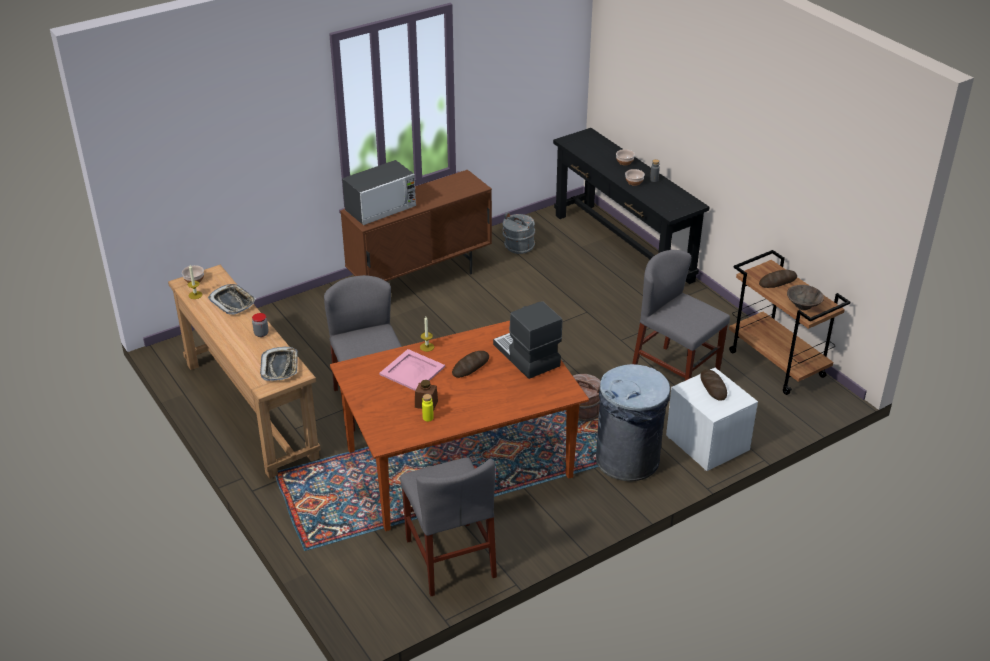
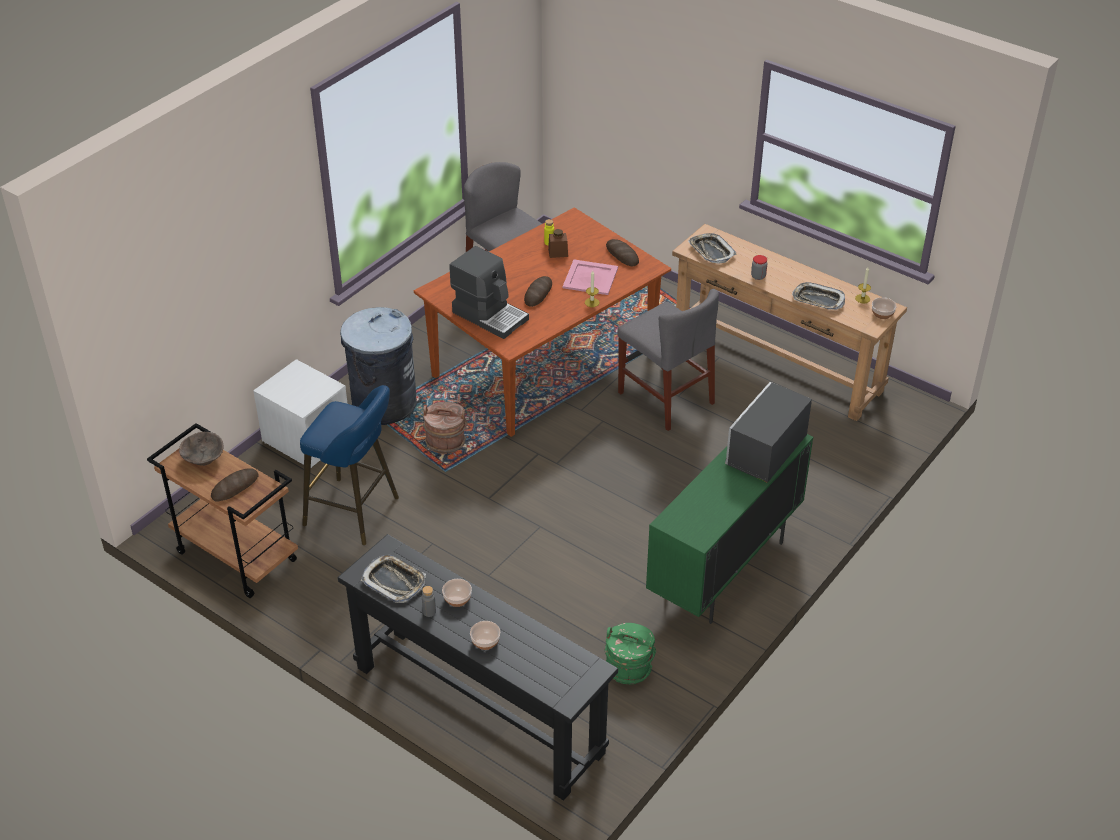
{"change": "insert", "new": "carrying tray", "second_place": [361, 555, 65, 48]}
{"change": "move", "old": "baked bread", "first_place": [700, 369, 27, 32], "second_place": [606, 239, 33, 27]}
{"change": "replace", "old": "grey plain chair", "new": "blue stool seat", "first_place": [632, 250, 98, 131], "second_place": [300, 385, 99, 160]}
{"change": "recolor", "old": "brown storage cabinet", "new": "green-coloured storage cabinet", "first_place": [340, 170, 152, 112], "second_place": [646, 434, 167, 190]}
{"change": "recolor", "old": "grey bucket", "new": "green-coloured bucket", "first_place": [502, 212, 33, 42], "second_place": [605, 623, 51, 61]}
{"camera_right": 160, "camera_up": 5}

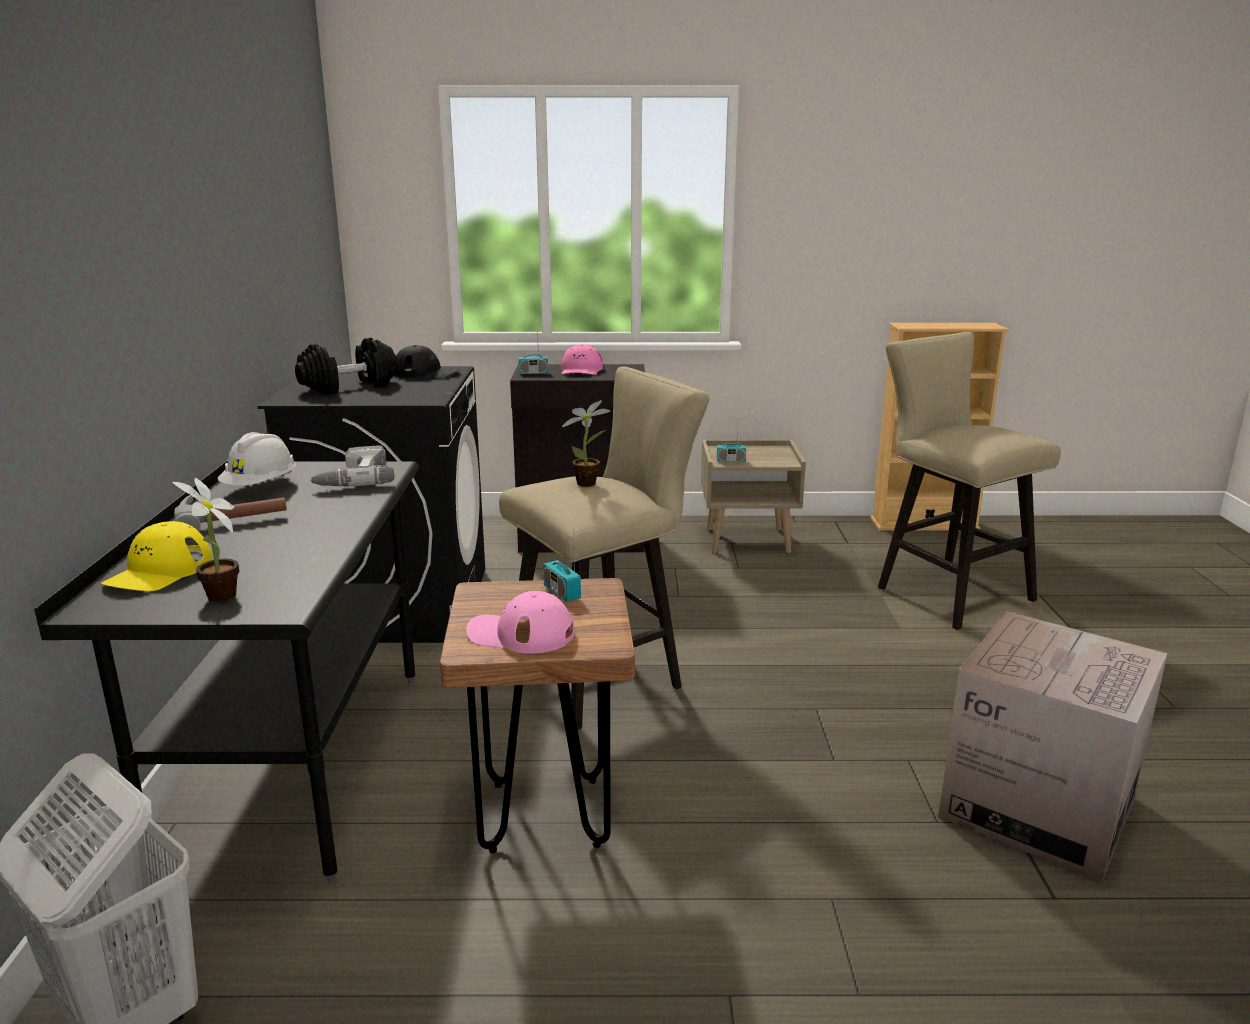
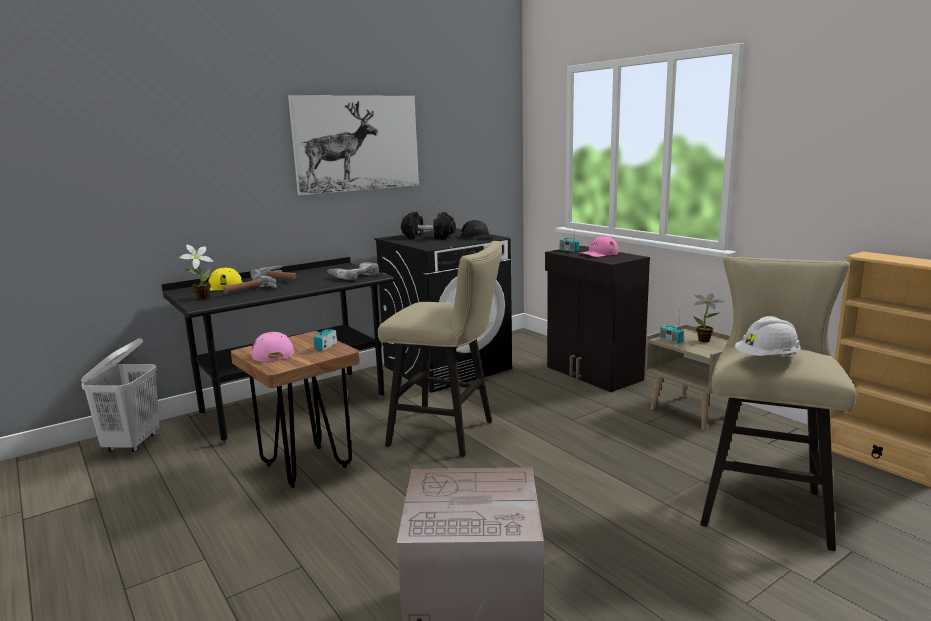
{"change": "insert", "new": "hammer", "second_place": [223, 274, 54, 19]}
{"change": "insert", "new": "picture", "second_place": [288, 95, 131, 100]}
{"change": "move", "old": "white work helmet", "first_place": [218, 432, 78, 54], "second_place": [734, 316, 67, 40]}
{"change": "move", "old": "plant in a pot", "first_place": [562, 400, 48, 87], "second_place": [693, 294, 31, 48]}
{"camera_right": 55, "camera_up": -5}

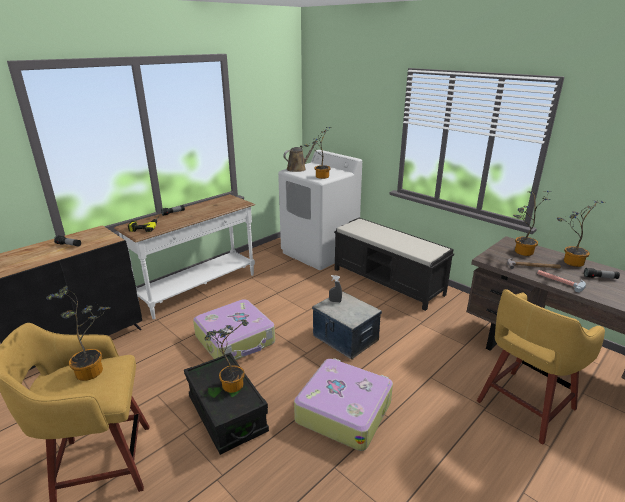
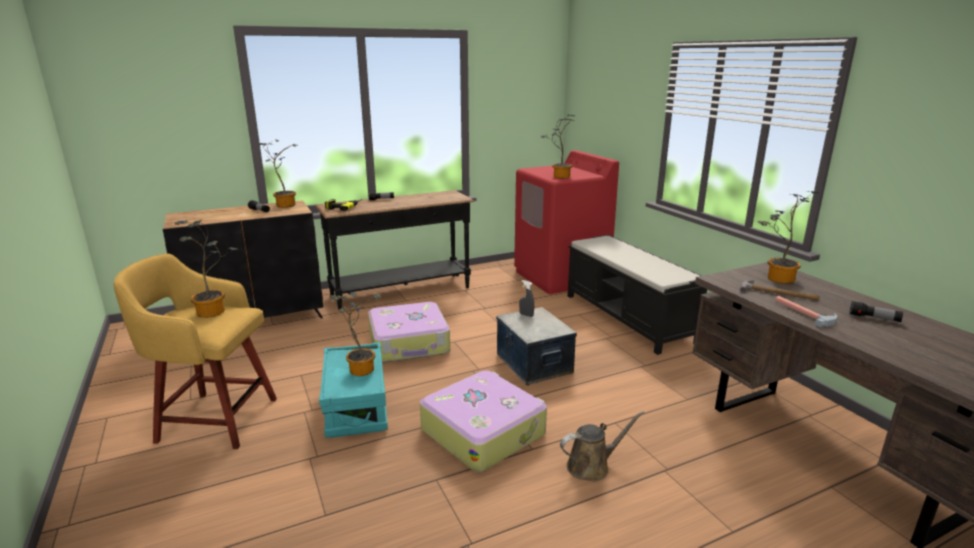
{"change": "delete", "old": "yellow stool seat", "first_place": [477, 289, 128, 156]}
{"change": "move", "old": "brown watering can", "first_place": [283, 141, 35, 31], "second_place": [560, 411, 84, 70]}
{"change": "move", "old": "plant in a pot", "first_place": [557, 201, 48, 66], "second_place": [259, 140, 38, 68]}
{"change": "recolor", "old": "white hall table", "new": "black-coloured hall table", "first_place": [114, 194, 141, 125], "second_place": [316, 190, 159, 120]}
{"change": "recolor", "old": "black-coloured storage container", "new": "turquoise-coloured storage container", "first_place": [184, 352, 85, 103], "second_place": [319, 342, 69, 96]}
{"change": "recolor", "old": "white washing machine", "new": "red washing machine", "first_place": [278, 150, 84, 120], "second_place": [514, 150, 105, 144]}
{"camera_right": 20, "camera_up": -5}

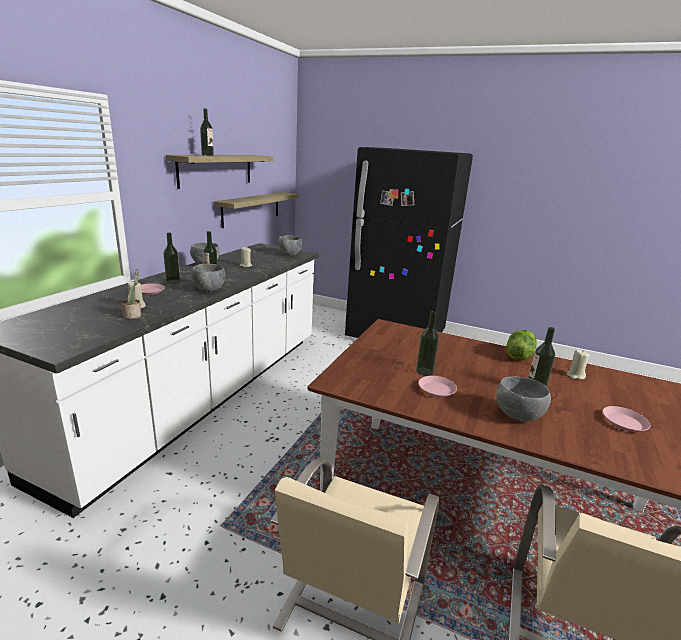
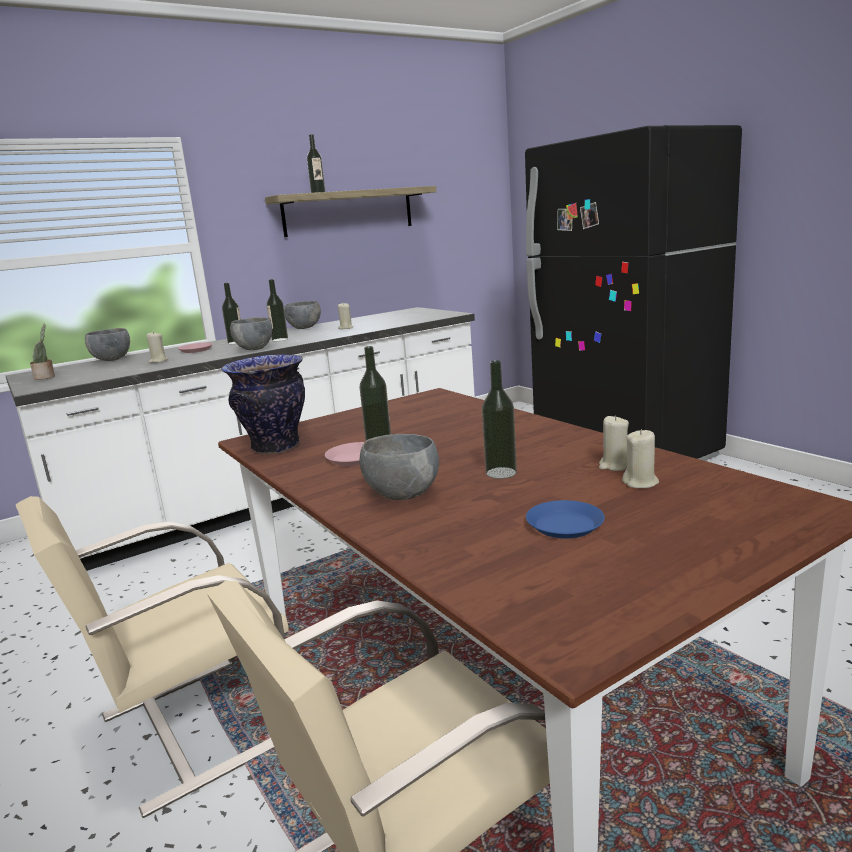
{"change": "delete", "old": "bracket shelf", "first_place": [214, 192, 85, 36]}
{"change": "delete", "old": "lettuce", "first_place": [506, 330, 31, 30]}
{"change": "insert", "new": "decorative vase", "second_place": [221, 354, 84, 100]}
{"change": "insert", "new": "beige-coloured wax candle", "second_place": [622, 429, 37, 59]}
{"change": "move", "old": "plant in a pot", "first_place": [121, 269, 20, 50], "second_place": [30, 324, 25, 56]}
{"change": "move", "old": "grey serving bowl", "first_place": [278, 235, 24, 21], "second_place": [85, 328, 45, 33]}
{"change": "recolor", "old": "pinkish plate", "new": "blue plate", "first_place": [603, 406, 48, 26], "second_place": [526, 500, 79, 39]}
{"camera_right": 35, "camera_up": -5}

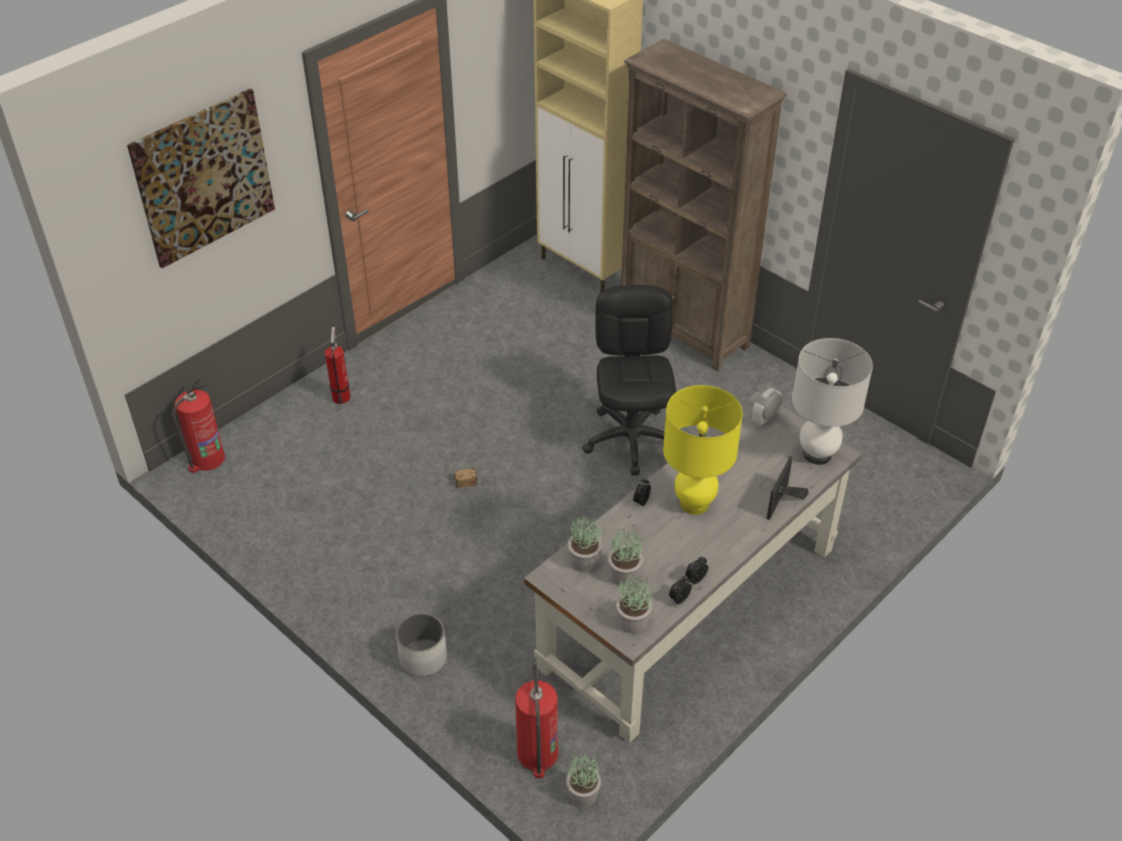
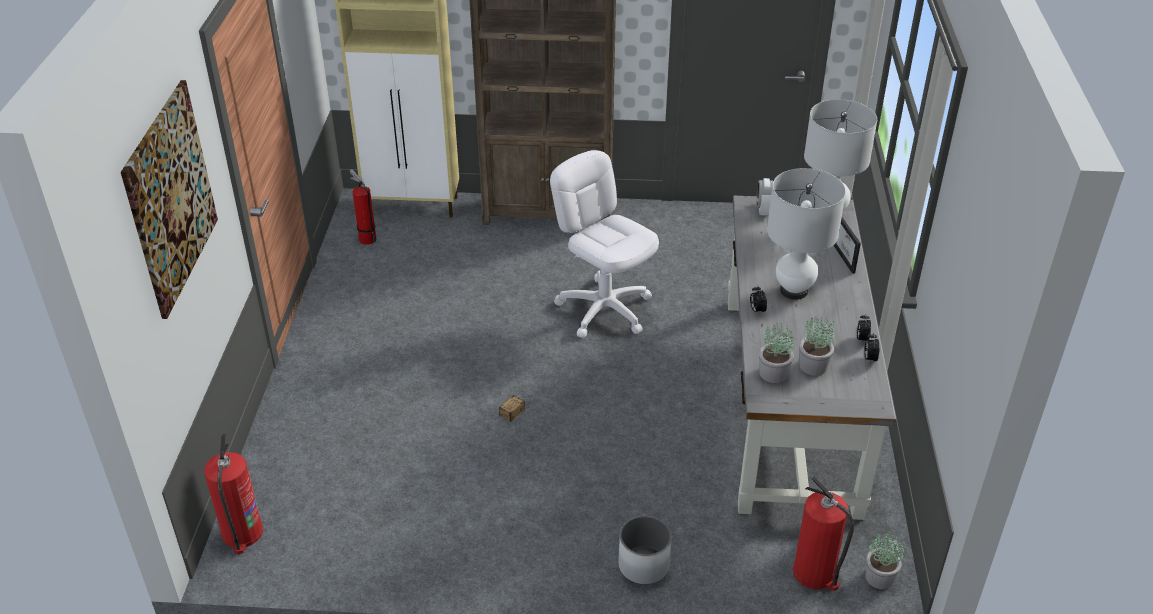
{"change": "delete", "old": "plant in a pot", "first_place": [616, 572, 36, 62]}
{"change": "move", "old": "fire-fighting cylinder", "first_place": [325, 327, 25, 77], "second_place": [350, 169, 26, 76]}
{"change": "recolor", "old": "black-coloured computer chair", "new": "white computer chair", "first_place": [582, 285, 94, 190], "second_place": [550, 150, 109, 188]}
{"change": "recolor", "old": "yellow table lamp", "new": "white table lamp", "first_place": [663, 385, 80, 130], "second_place": [767, 168, 79, 132]}
{"camera_right": -40, "camera_up": -5}

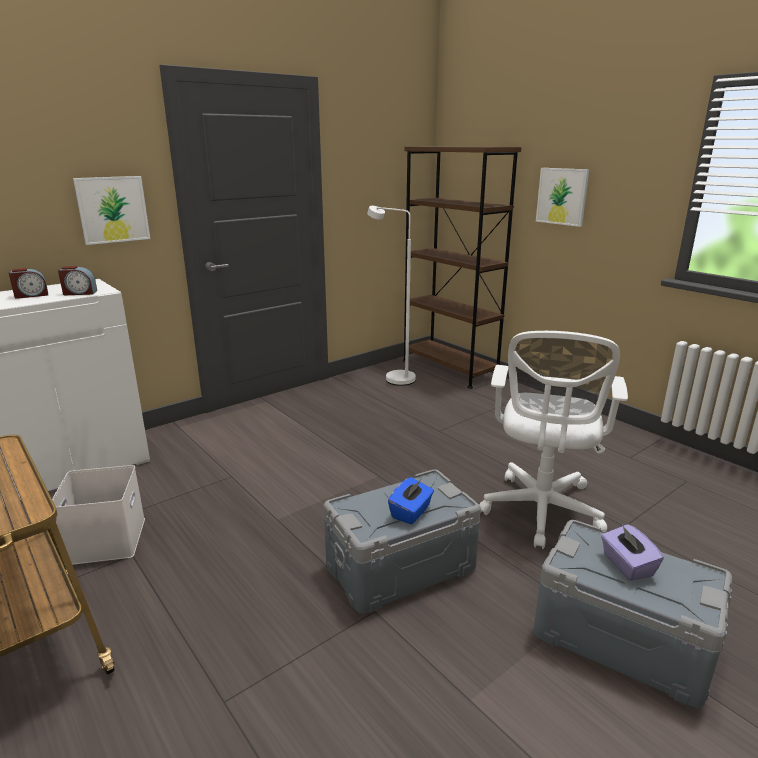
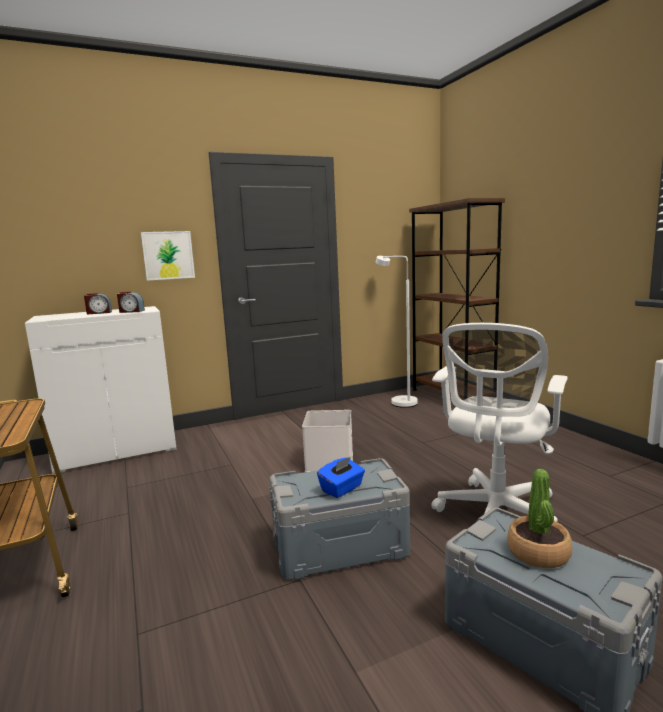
{"change": "delete", "old": "picture", "first_place": [536, 168, 53, 59]}
{"change": "move", "old": "white storage container", "first_place": [52, 465, 93, 100], "second_place": [302, 410, 51, 62]}
{"change": "replace", "old": "purple-coloured box of tissues", "new": "plant in a pot", "first_place": [601, 524, 63, 57], "second_place": [507, 469, 65, 99]}
{"camera_right": 15, "camera_up": -10}

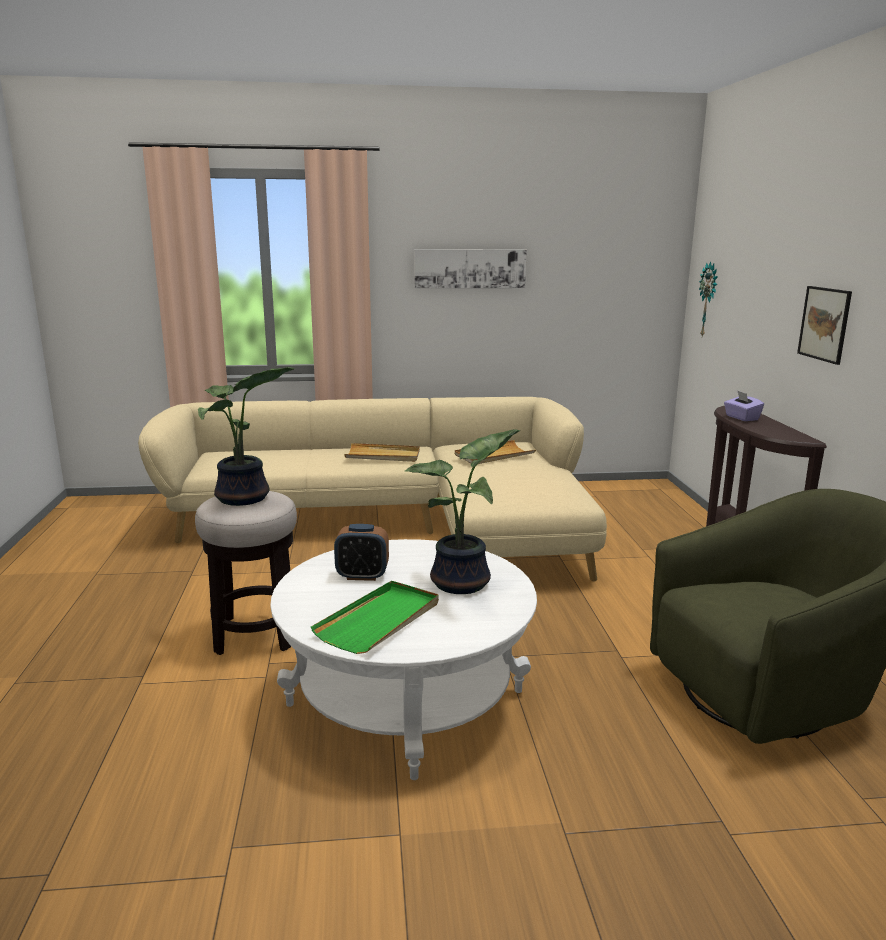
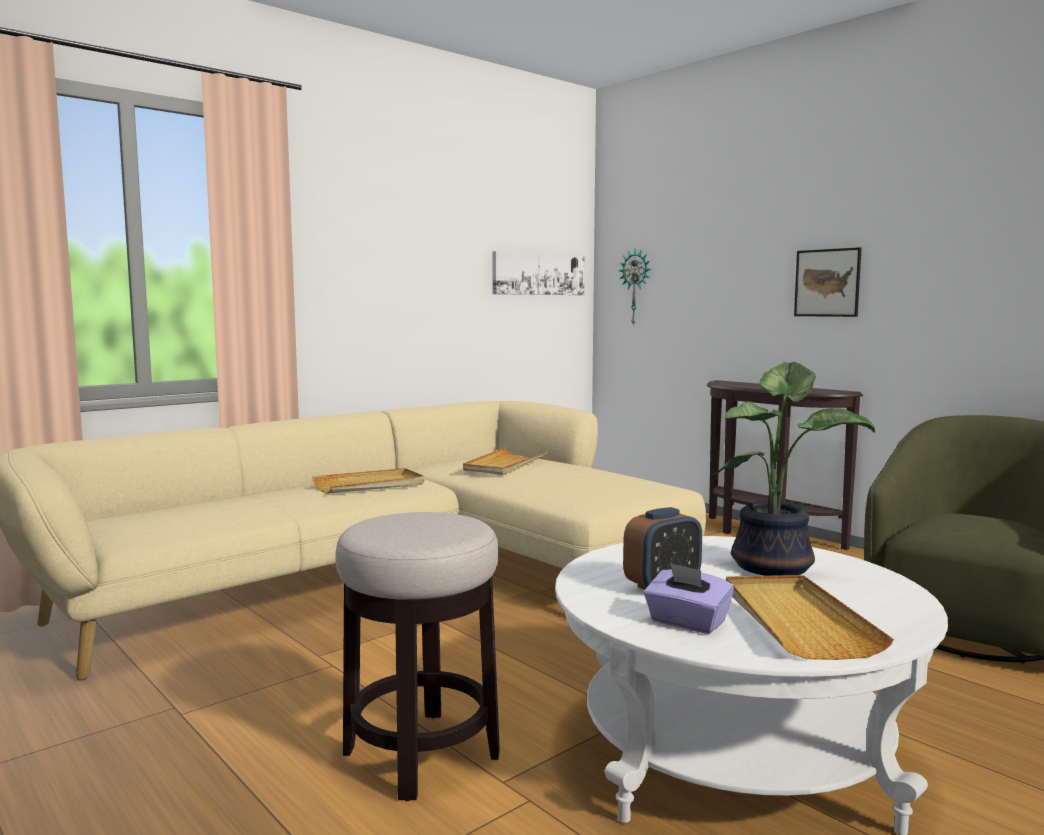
{"change": "delete", "old": "plant in a pot", "first_place": [198, 367, 97, 139]}
{"change": "move", "old": "picture", "first_place": [414, 249, 113, 39], "second_place": [492, 251, 93, 44]}
{"change": "move", "old": "purple-coloured box of tissues", "first_place": [724, 391, 40, 30], "second_place": [644, 563, 90, 71]}
{"change": "recolor", "old": "green-coloured carrying tray", "new": "beige-coloured carrying tray", "first_place": [311, 581, 128, 73], "second_place": [726, 575, 168, 85]}
{"camera_right": -35, "camera_up": -10}

